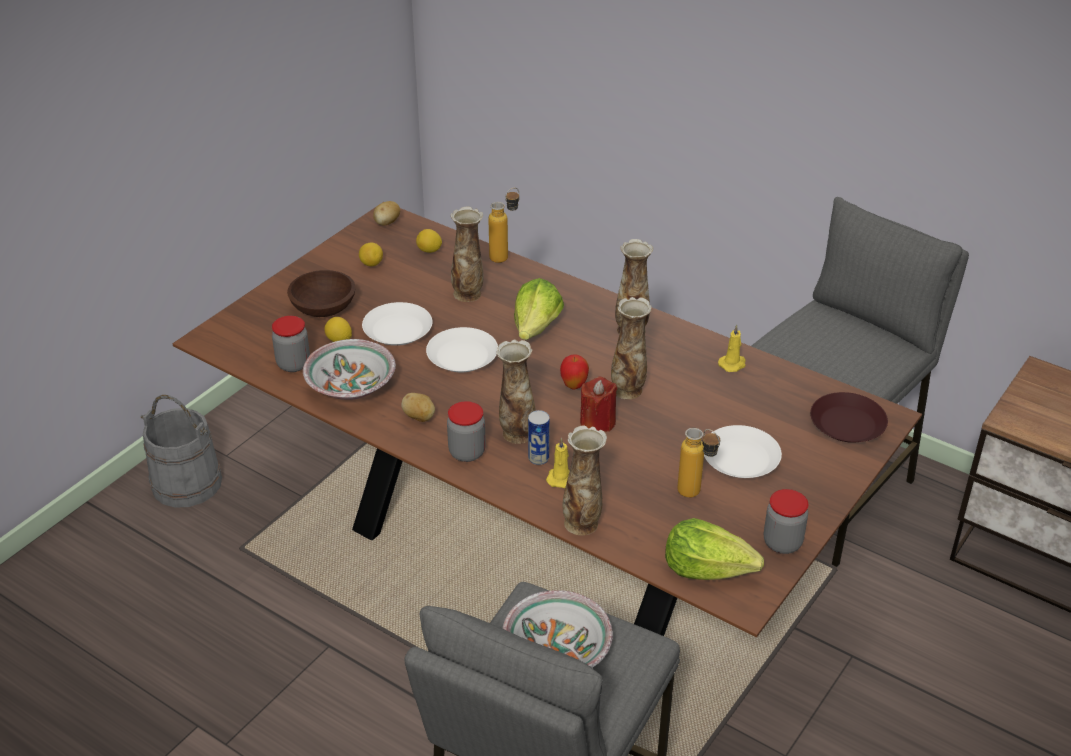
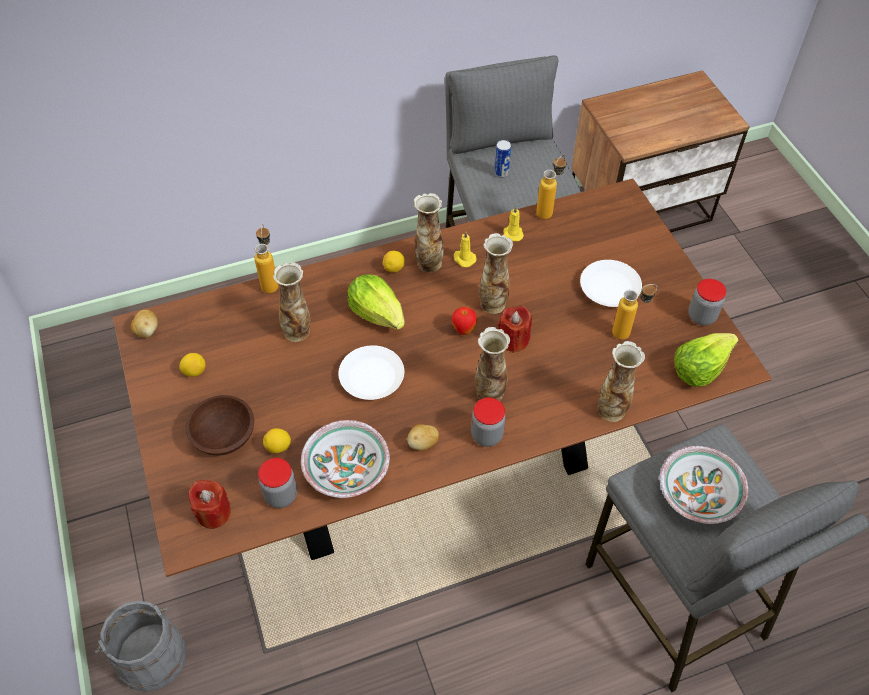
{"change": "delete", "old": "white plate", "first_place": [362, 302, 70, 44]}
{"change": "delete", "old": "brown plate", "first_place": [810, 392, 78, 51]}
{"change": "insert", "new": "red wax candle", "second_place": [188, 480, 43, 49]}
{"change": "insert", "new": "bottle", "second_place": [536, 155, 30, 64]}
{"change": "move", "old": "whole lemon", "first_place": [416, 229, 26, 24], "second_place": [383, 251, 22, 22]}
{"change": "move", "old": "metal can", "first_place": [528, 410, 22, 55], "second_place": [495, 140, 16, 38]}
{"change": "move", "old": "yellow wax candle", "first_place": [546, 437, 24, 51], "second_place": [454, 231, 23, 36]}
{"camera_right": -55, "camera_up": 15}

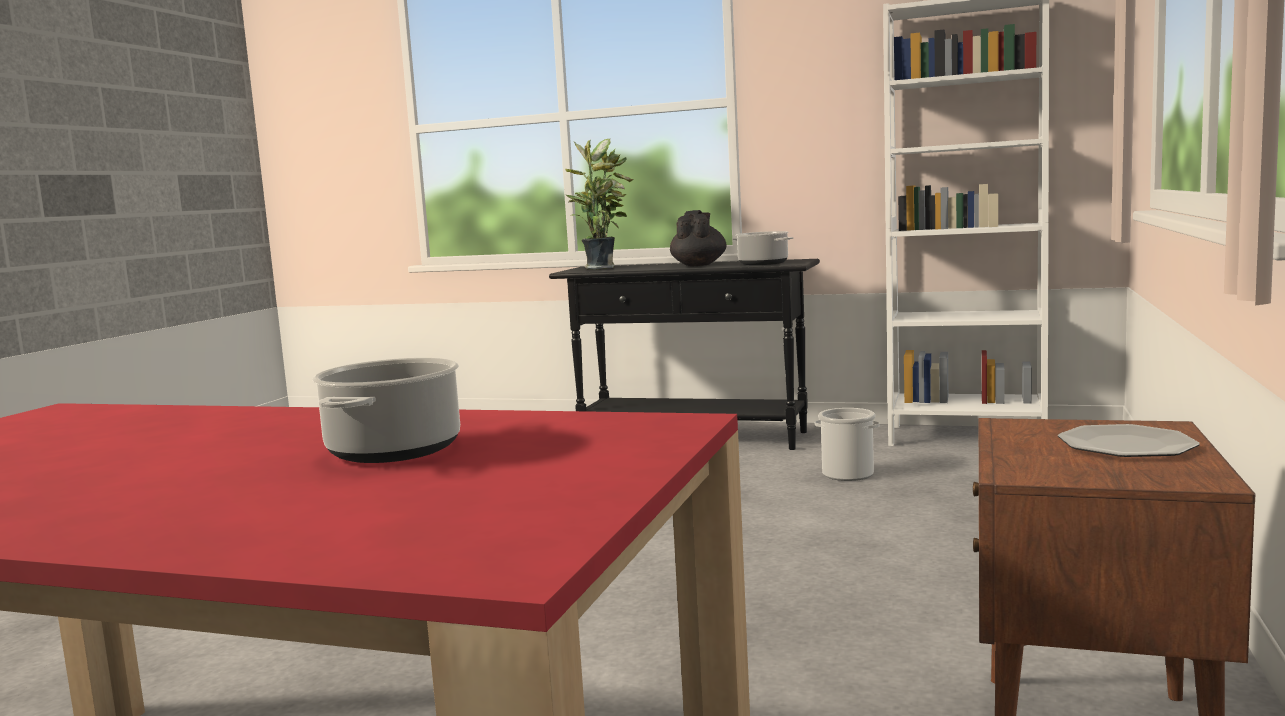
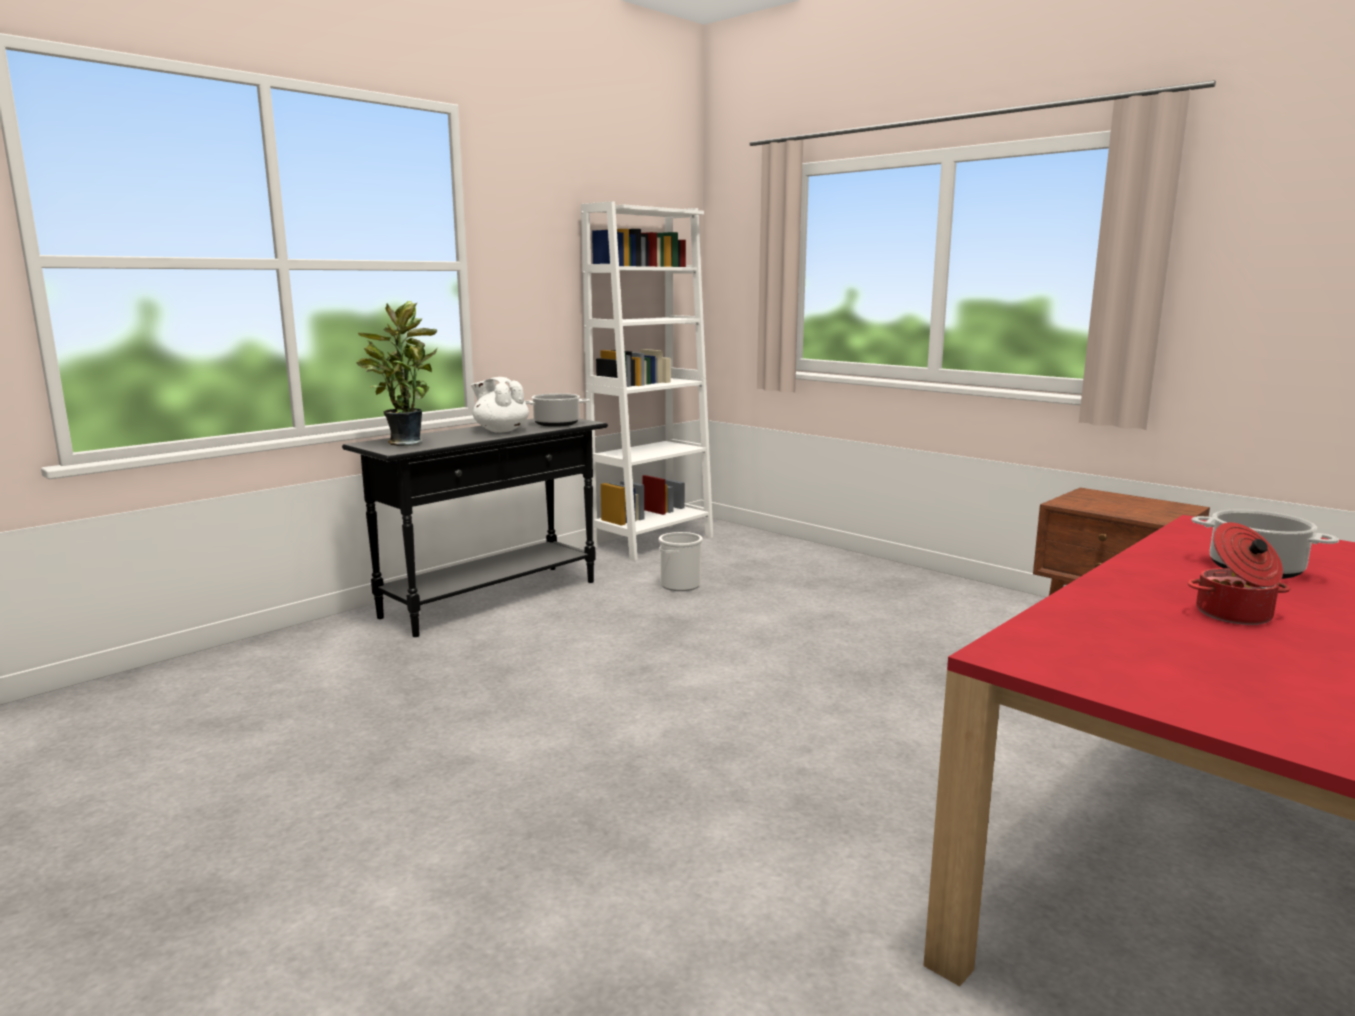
{"change": "delete", "old": "plate", "first_place": [1058, 424, 142, 33]}
{"change": "insert", "new": "cooking pot", "second_place": [1187, 522, 104, 103]}
{"change": "recolor", "old": "black-coloured teapot", "new": "white teapot", "first_place": [670, 210, 57, 56], "second_place": [471, 377, 58, 55]}
{"camera_right": -65, "camera_up": 5}

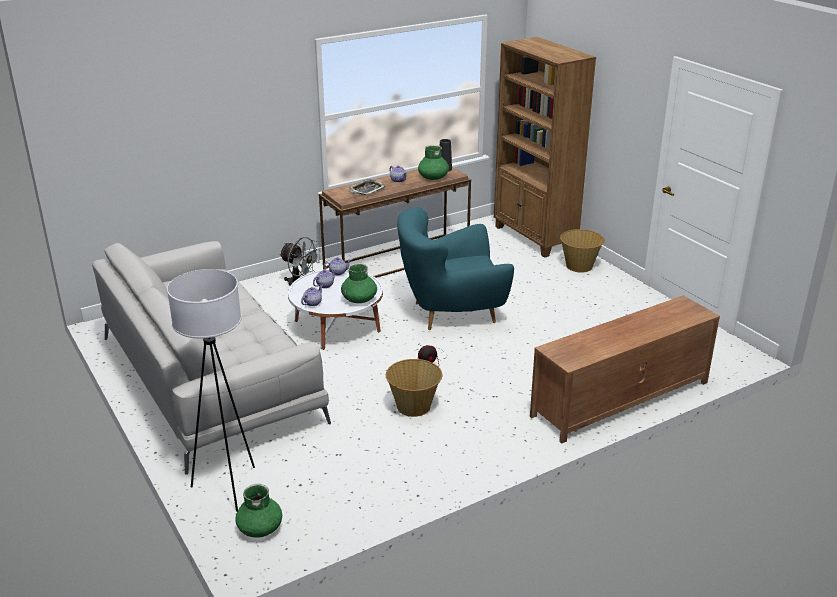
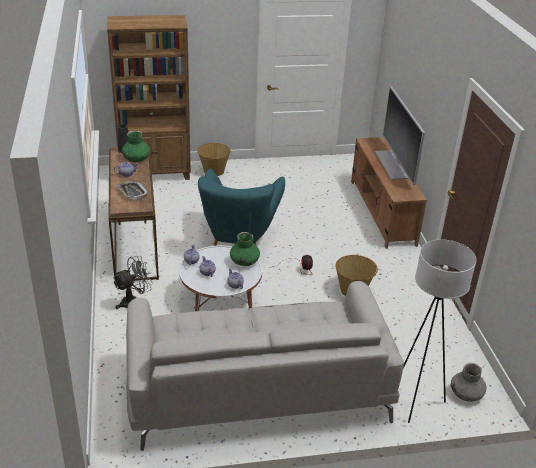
{"change": "insert", "new": "TV set", "second_place": [375, 86, 50, 100]}
{"change": "recolor", "old": "green-coloured decorative vase", "new": "grey decorative vase", "first_place": [235, 484, 47, 54], "second_place": [451, 363, 35, 39]}
{"camera_right": -70, "camera_up": 5}

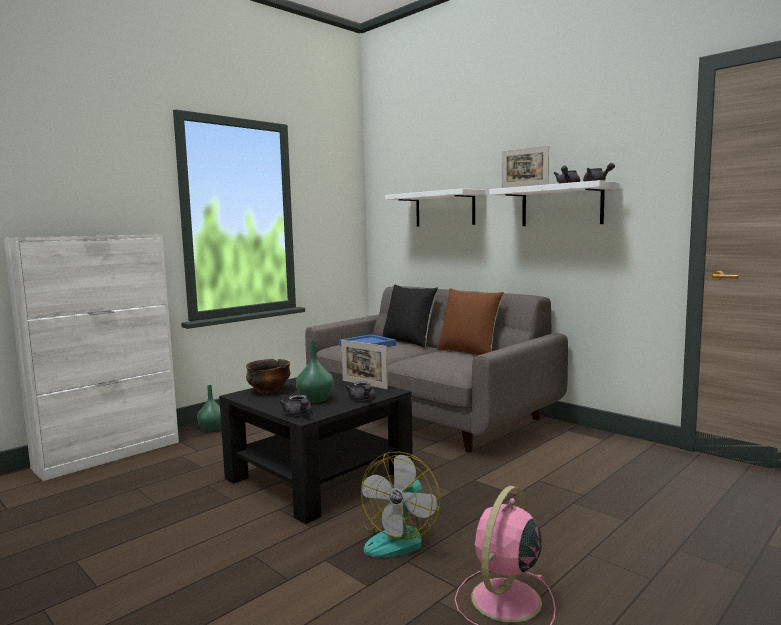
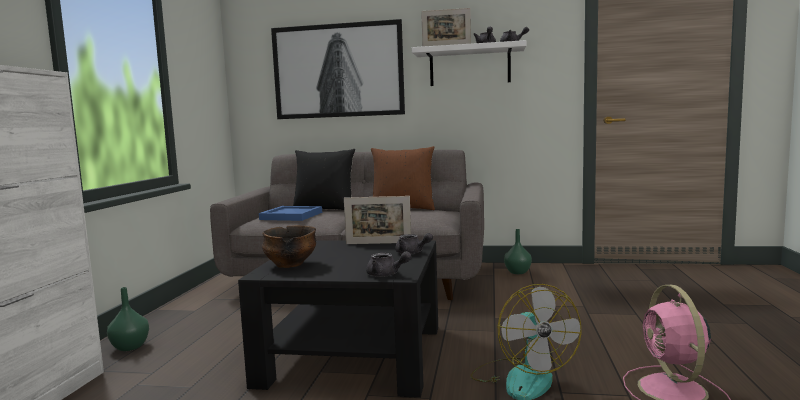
{"change": "move", "old": "green-coloured decorative vase", "first_place": [296, 340, 37, 63], "second_place": [504, 229, 28, 45]}
{"change": "replace", "old": "white bracket shelf", "new": "picture", "first_place": [385, 188, 100, 38], "second_place": [271, 19, 134, 100]}
{"camera_right": -35, "camera_up": 0}

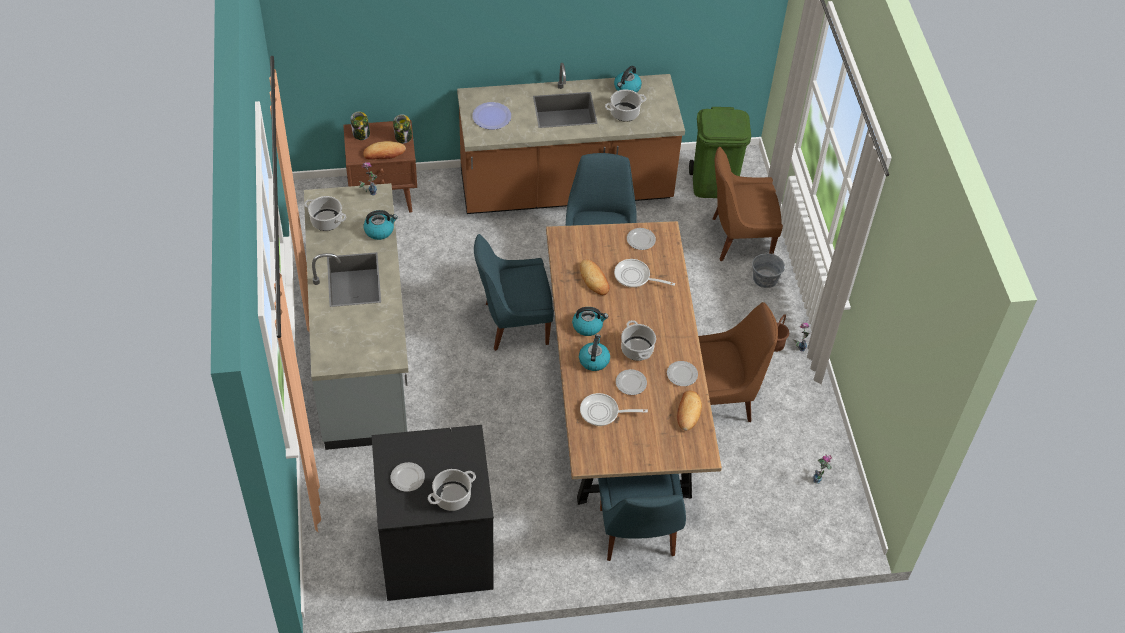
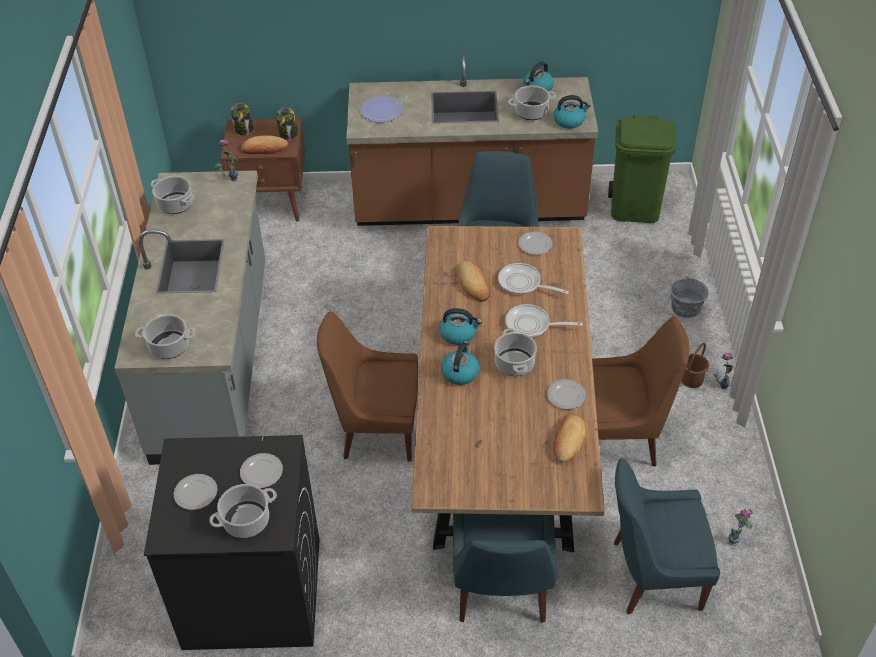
{"change": "insert", "new": "cooking pot", "second_place": [135, 314, 61, 45]}
{"change": "move", "old": "tea kettle", "first_place": [364, 210, 34, 30], "second_place": [554, 95, 37, 34]}
{"change": "move", "old": "blue plain chair", "first_place": [474, 234, 80, 117], "second_place": [614, 458, 106, 157]}
{"change": "move", "old": "frying pan", "first_place": [580, 393, 68, 33], "second_place": [505, 304, 78, 34]}
{"change": "move", "old": "plate", "first_place": [616, 369, 31, 26], "second_place": [240, 453, 43, 35]}
{"change": "move", "old": "brown plain chair", "first_place": [712, 147, 71, 114], "second_place": [317, 311, 101, 151]}
{"camera_right": 10, "camera_up": -5}

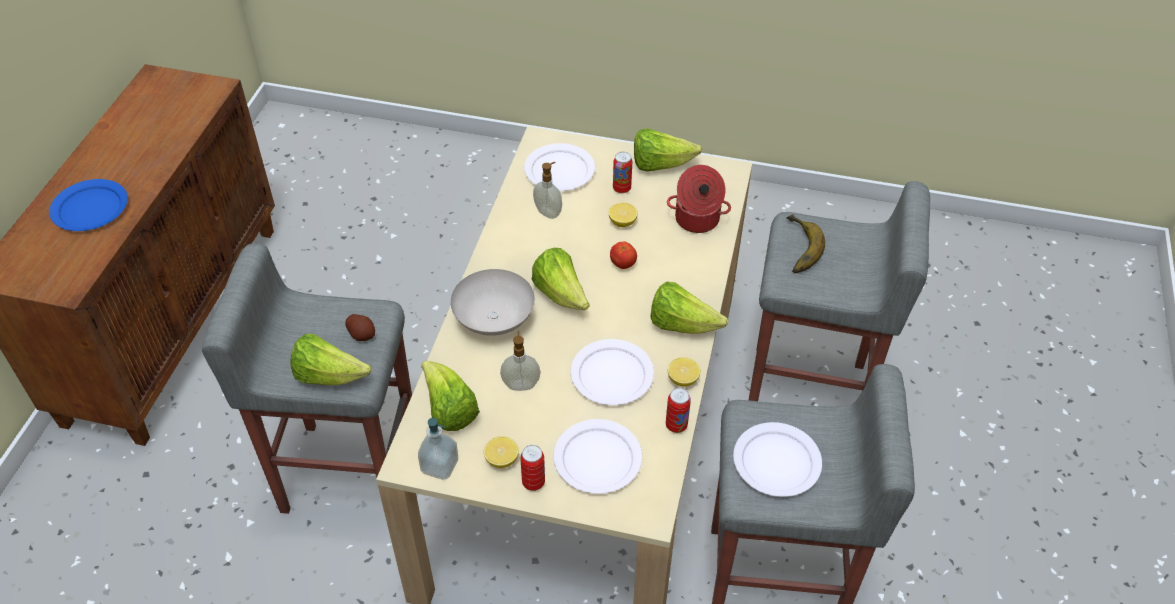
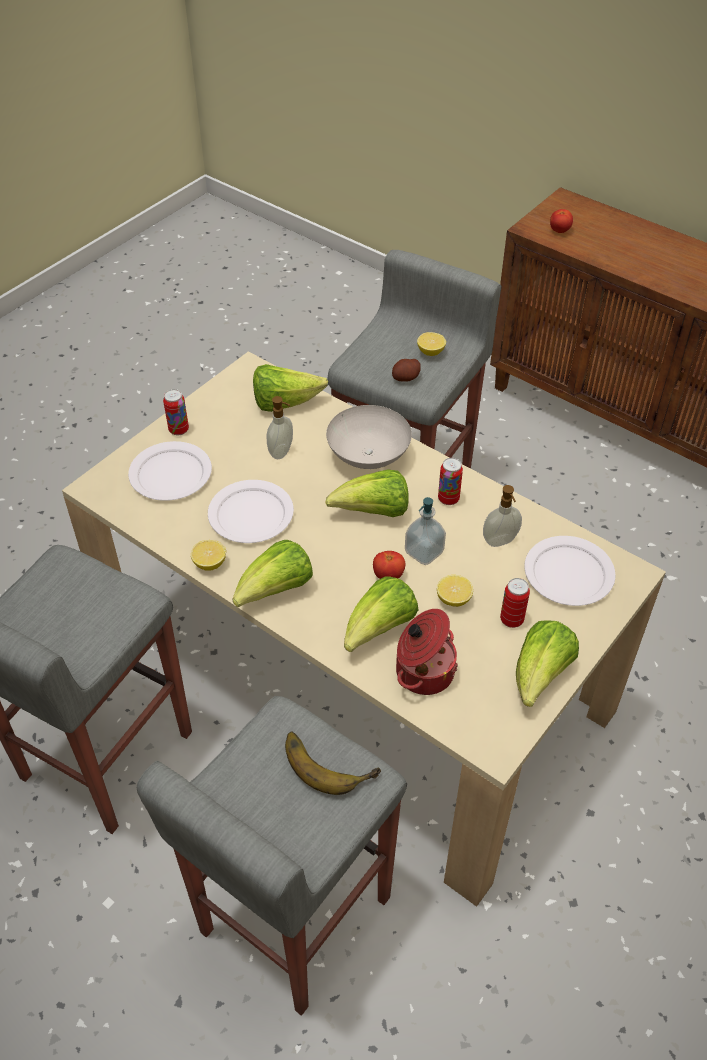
{"change": "delete", "old": "blue plate", "first_place": [49, 179, 79, 52]}
{"change": "delete", "old": "white plate", "first_place": [733, 422, 89, 75]}
{"change": "insert", "new": "tomato", "second_place": [550, 209, 23, 24]}
{"change": "move", "old": "lettuce", "first_place": [290, 334, 81, 51], "second_place": [344, 576, 75, 76]}
{"change": "move", "old": "liquid soap bottle", "first_place": [418, 418, 40, 62], "second_place": [405, 497, 41, 68]}
{"change": "move", "old": "whole lemon", "first_place": [484, 436, 35, 32], "second_place": [417, 332, 29, 24]}
{"change": "move", "old": "metal can", "first_place": [666, 388, 25, 45], "second_place": [438, 458, 25, 47]}
{"camera_right": 115, "camera_up": 0}

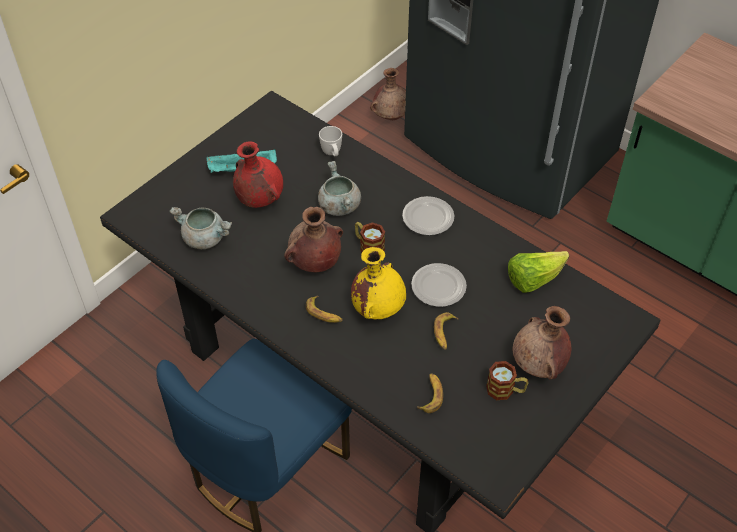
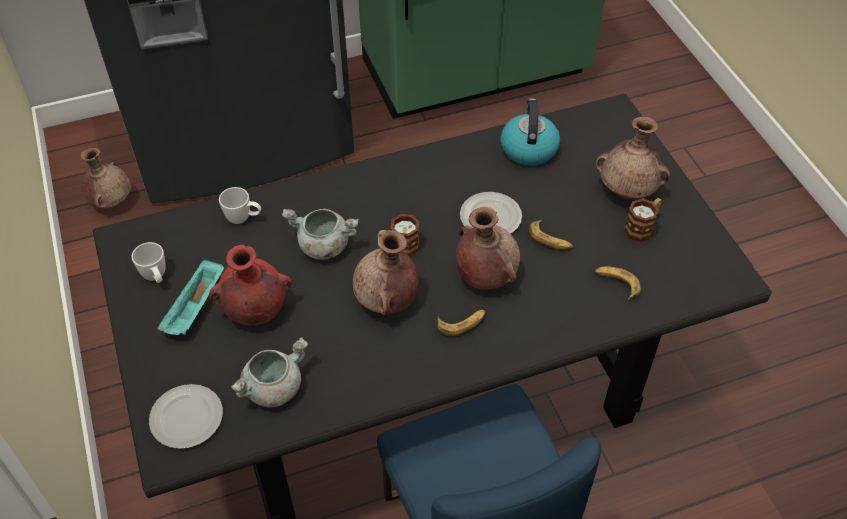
{"change": "insert", "new": "white mug", "second_place": [132, 242, 34, 41]}
{"change": "move", "old": "plate", "first_place": [402, 196, 53, 39], "second_place": [149, 384, 74, 65]}
{"change": "replace", "old": "lettuce", "new": "tea kettle", "first_place": [508, 251, 61, 42], "second_place": [500, 98, 60, 68]}
{"change": "recolor", "old": "yellow decorative vase", "new": "brown decorative vase", "first_place": [351, 247, 55, 72], "second_place": [456, 207, 64, 83]}
{"camera_right": -60, "camera_up": 0}

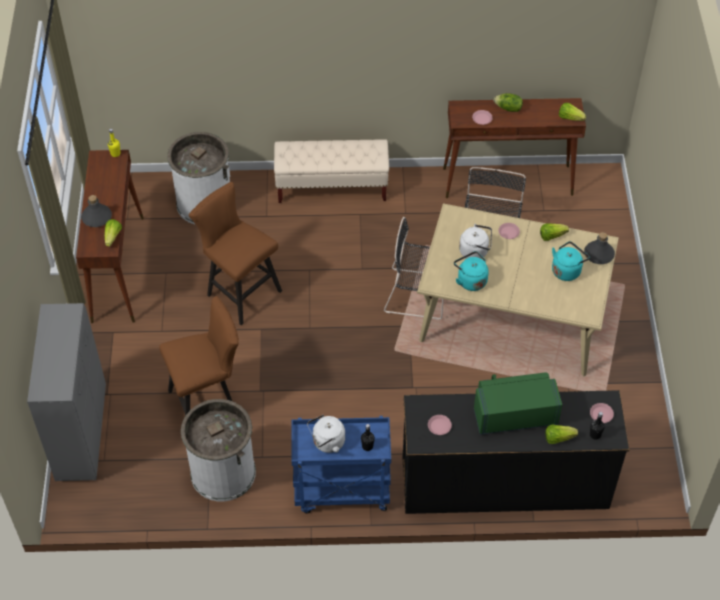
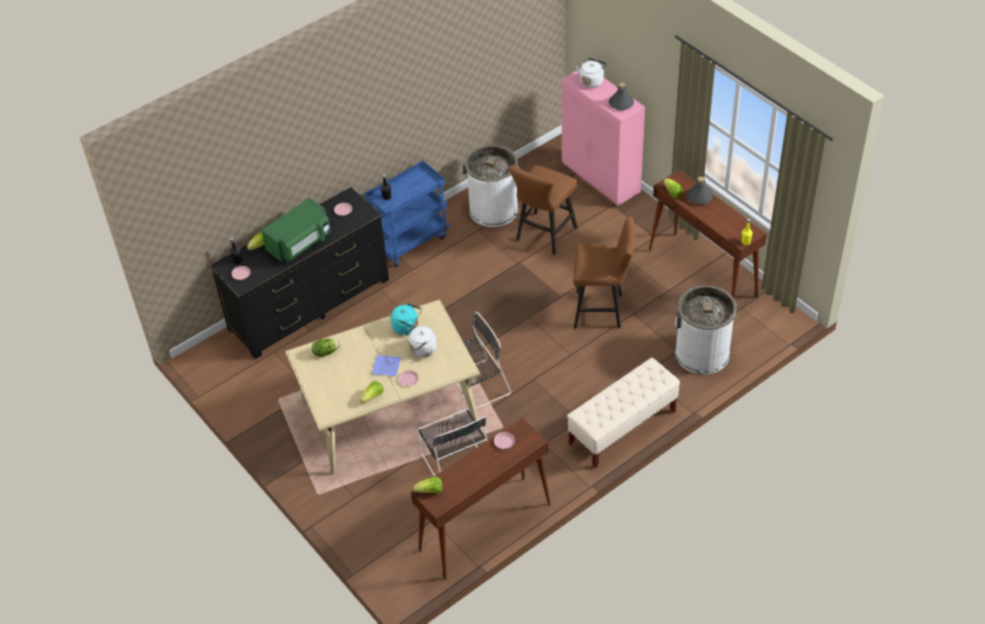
{"change": "delete", "old": "turquoise-coloured tea kettle", "first_place": [552, 241, 38, 40]}
{"change": "insert", "new": "plate", "second_place": [372, 355, 29, 21]}
{"change": "move", "old": "white tea kettle", "first_place": [307, 415, 38, 38], "second_place": [576, 58, 31, 30]}
{"change": "move", "old": "lettuce", "first_place": [494, 93, 29, 19], "second_place": [312, 338, 28, 19]}
{"change": "move", "old": "grey bottle", "first_place": [584, 232, 31, 32], "second_place": [609, 83, 25, 27]}
{"change": "recolor", "old": "grey storage cabinet", "new": "pinkish storage cabinet", "first_place": [27, 303, 79, 178], "second_place": [562, 68, 83, 138]}
{"camera_right": 145, "camera_up": -5}

